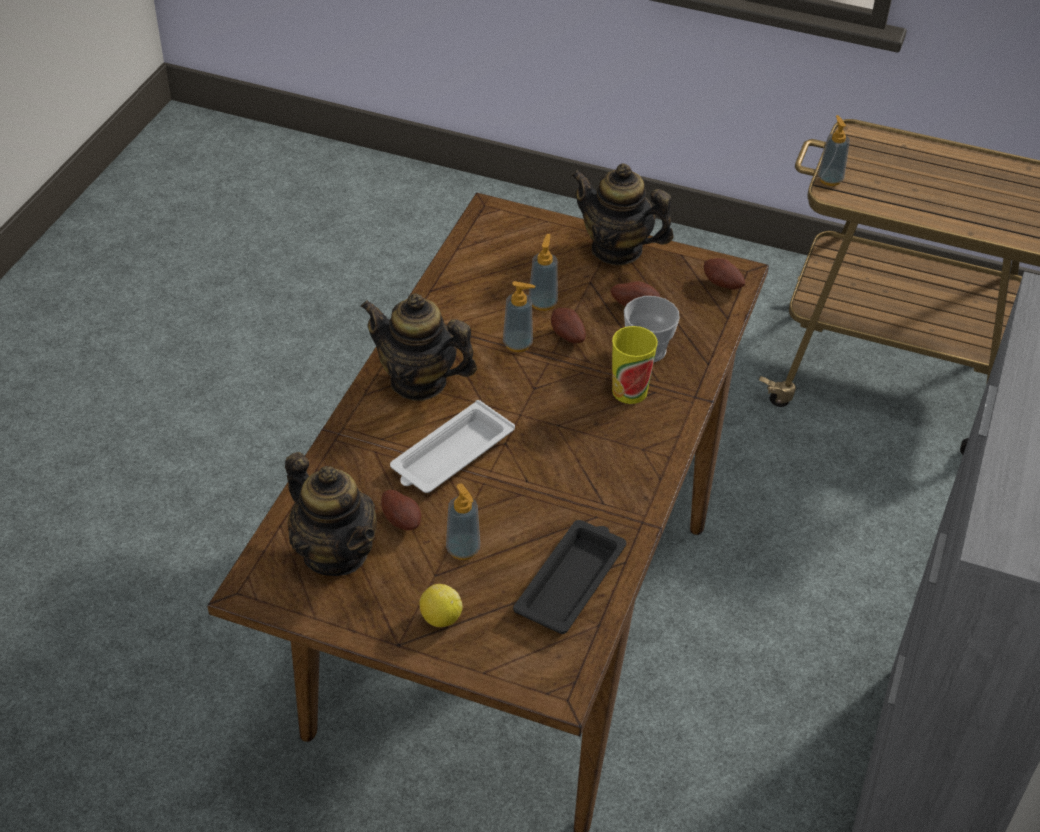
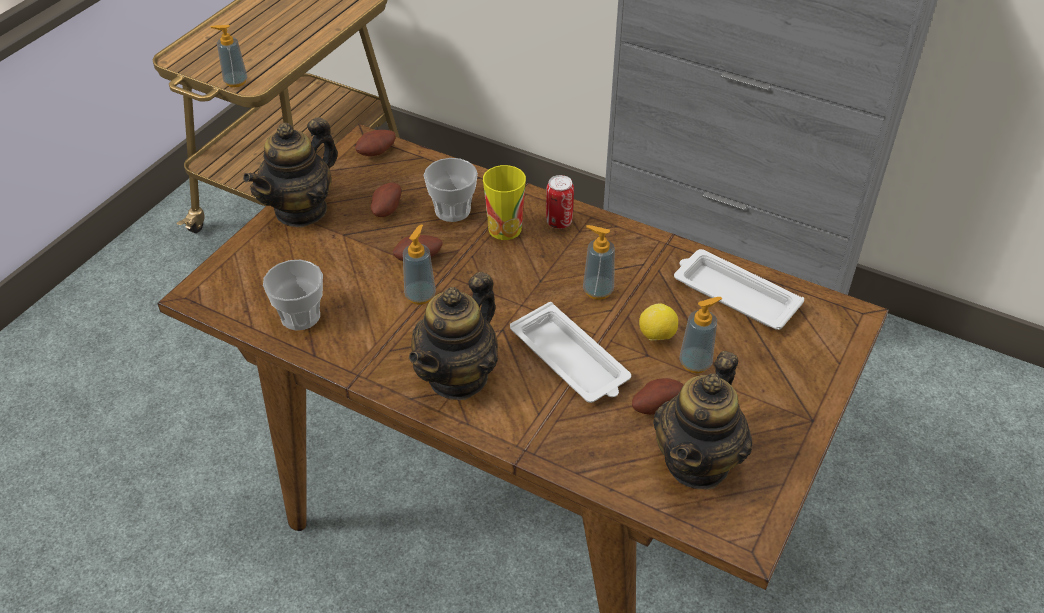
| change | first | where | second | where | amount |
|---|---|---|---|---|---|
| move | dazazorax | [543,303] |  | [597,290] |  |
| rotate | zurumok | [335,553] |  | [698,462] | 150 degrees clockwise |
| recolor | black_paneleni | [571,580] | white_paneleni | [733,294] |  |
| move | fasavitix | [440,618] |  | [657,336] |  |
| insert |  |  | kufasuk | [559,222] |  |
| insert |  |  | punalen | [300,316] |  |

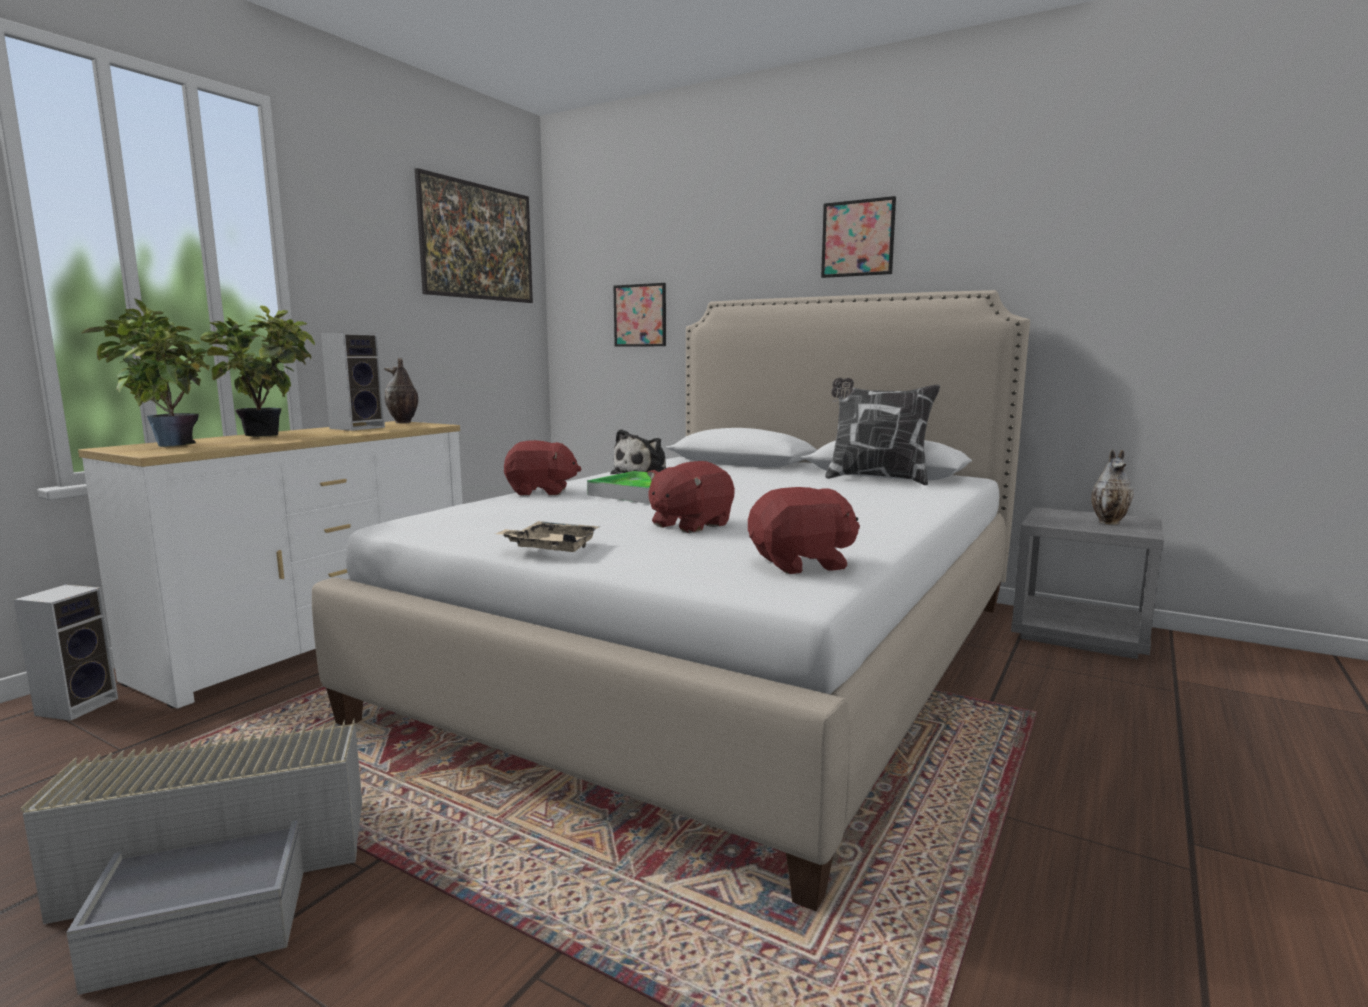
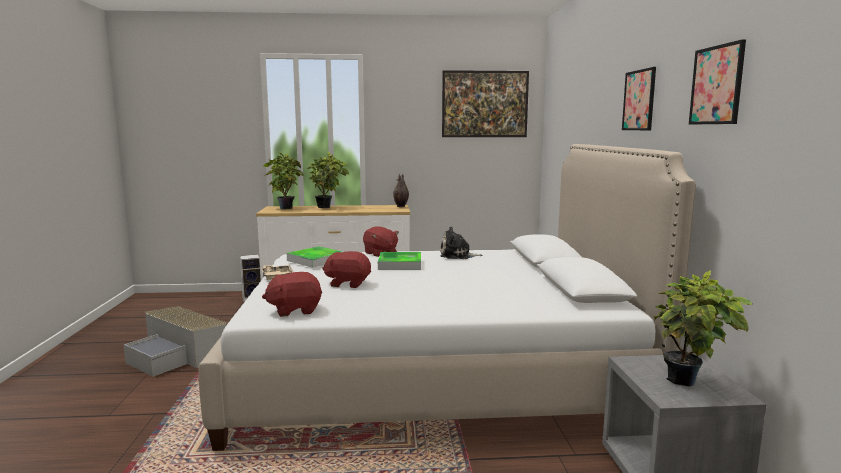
| change | first | where | second | where | amount |
|---|---|---|---|---|---|
| move | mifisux | [640,315] |  | [716,85] |  |
| delete | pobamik | [358,428] |  |  |  |
| delete | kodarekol | [876,479] |  |  |  |
| replace | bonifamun | [1109,522] | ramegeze | [689,384] |  |
| rotate | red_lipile | [802,564] |  | [295,310] | 120 degrees clockwise |
| insert |  |  | paneleni | [316,260] |  |

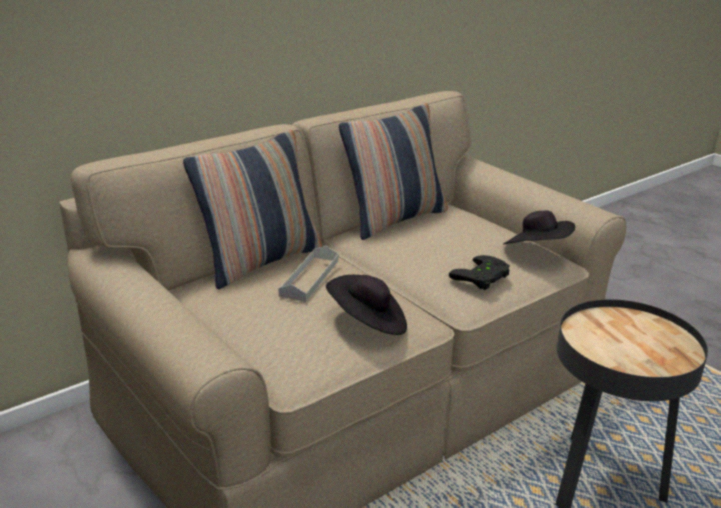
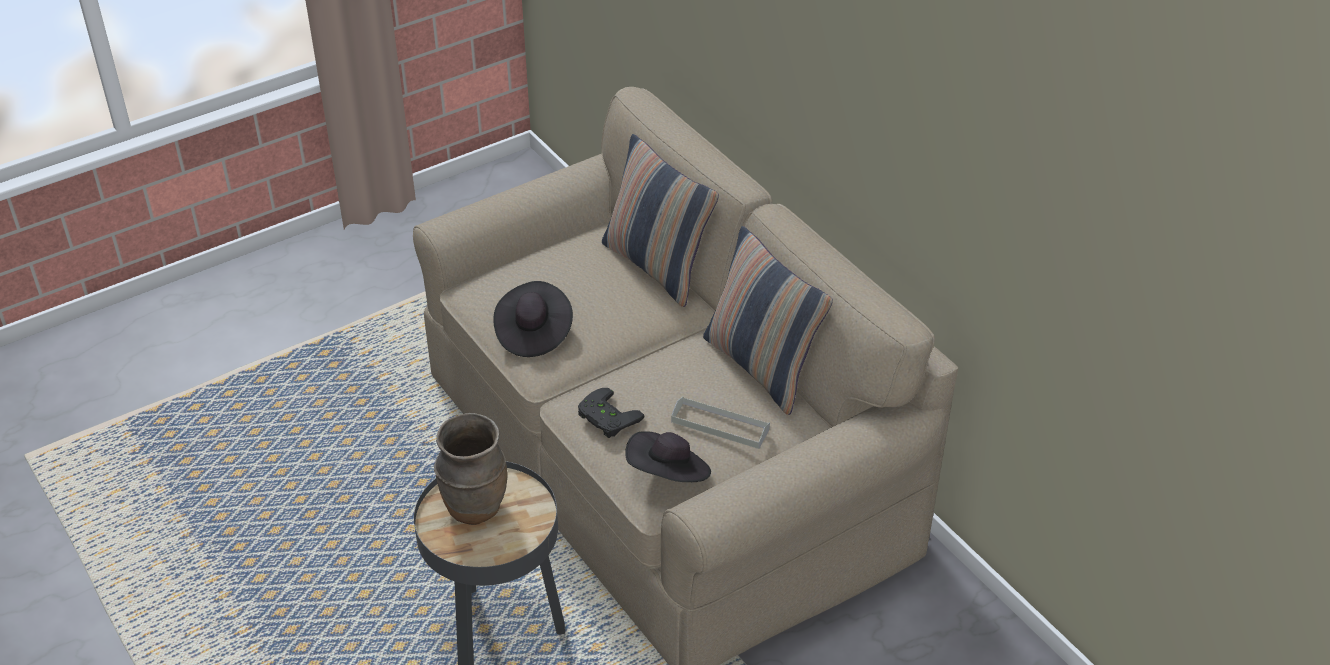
| change | first | where | second | where | amount |
|---|---|---|---|---|---|
| move | grey_paneleni | [309,278] |  | [720,425] |  |
| insert |  |  | brown_bonifamun | [475,507] |  |

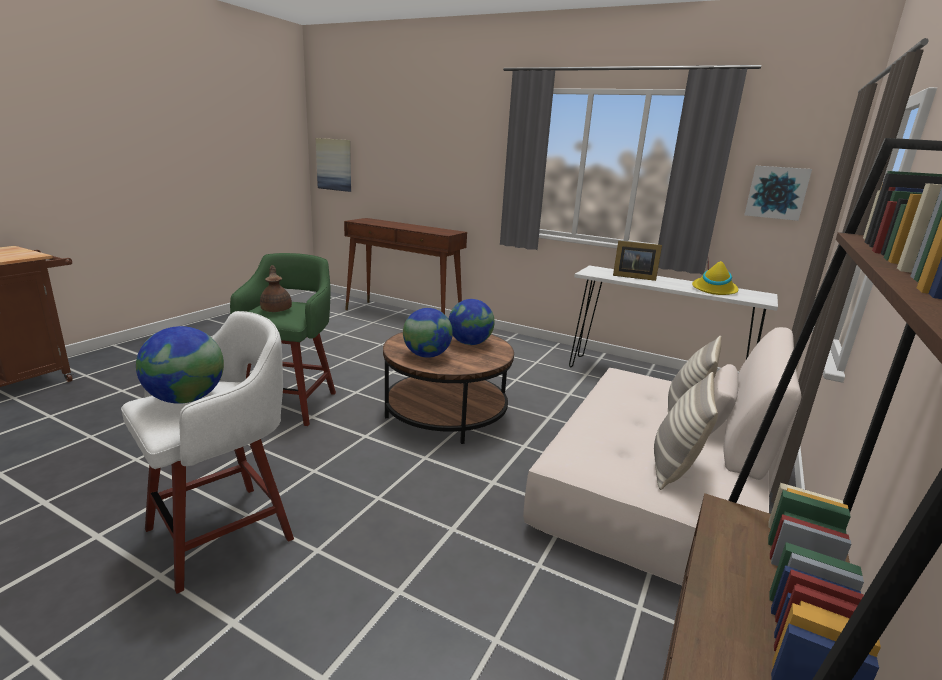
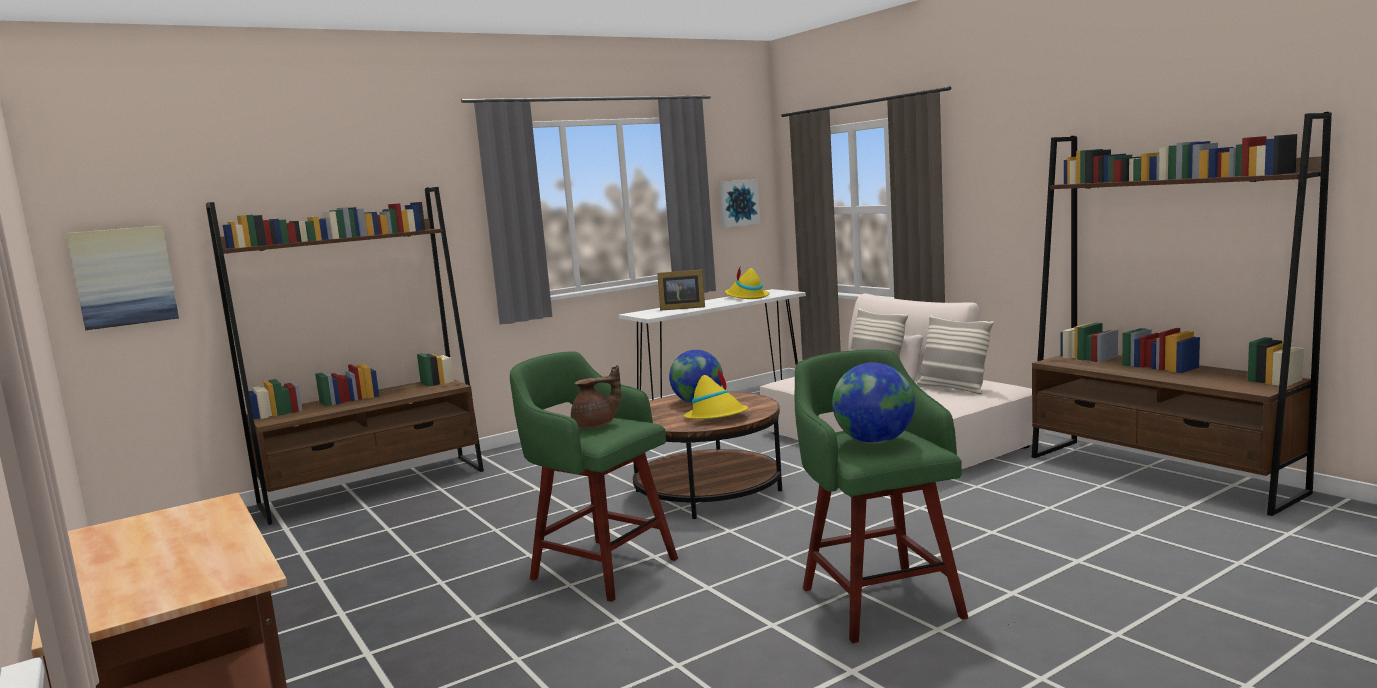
| change | first | where | second | where | amount |
|---|---|---|---|---|---|
| replace | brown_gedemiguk | [403,316] | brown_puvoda | [374,488] |  |
| rotate | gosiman | [632,277] |  | [681,308] | 45 degrees clockwise |
| rotate | brown_zurumok | [276,309] |  | [596,425] | 150 degrees clockwise |
| replace | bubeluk | [427,355] | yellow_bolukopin | [717,417] |  |
| recolor | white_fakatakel | [225,532] | green_fakatakel | [879,600] |  |

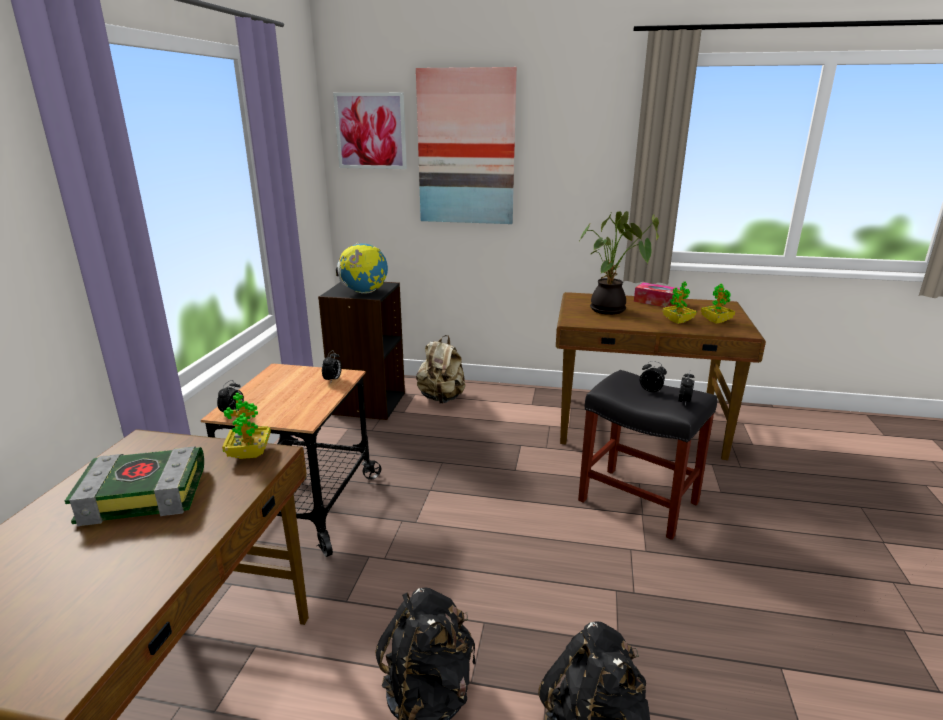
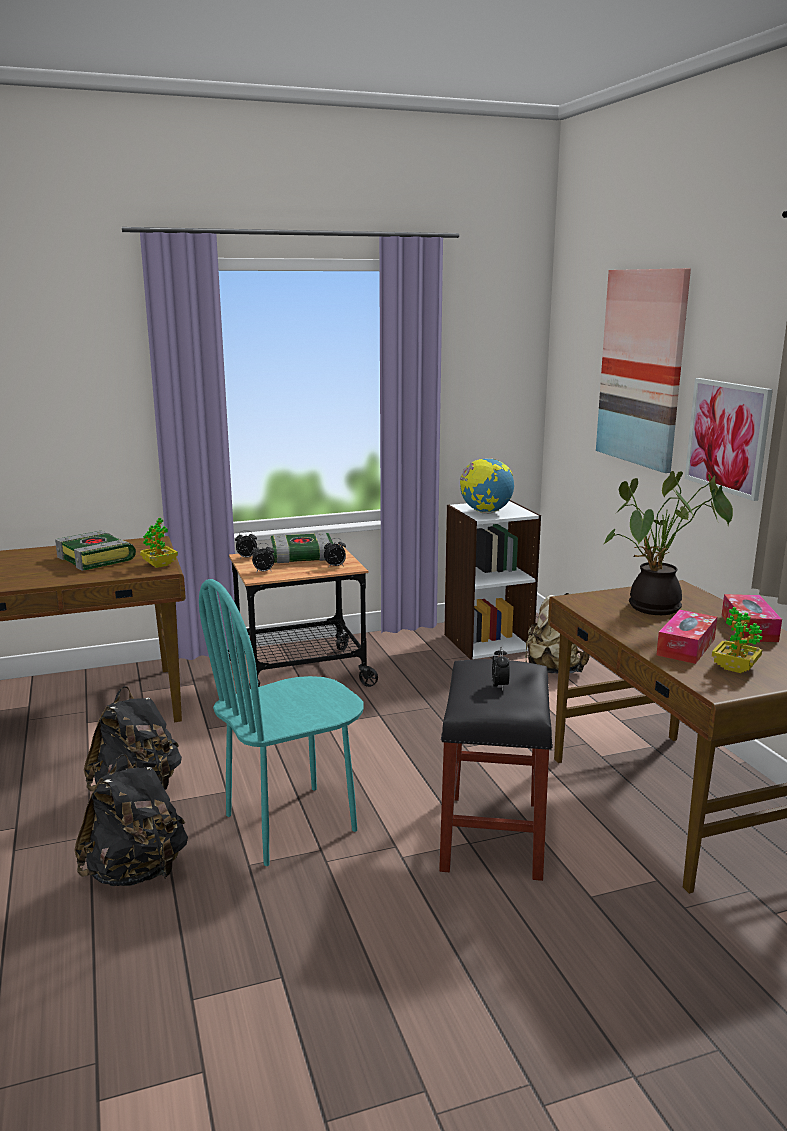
| change | first | where | second | where | amount |
|---|---|---|---|---|---|
| move | mifisux | [371,131] |  | [727,437] |  |
| replace | ramegeze | [677,321] | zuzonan | [686,647] |  |
| recolor | black_puvoda | [368,403] | white_puvoda | [487,642] |  |
| move | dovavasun | [684,402] |  | [263,572] |  |
| insert |  |  | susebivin | [301,557] |  |
| insert |  |  | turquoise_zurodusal | [291,823] |  |

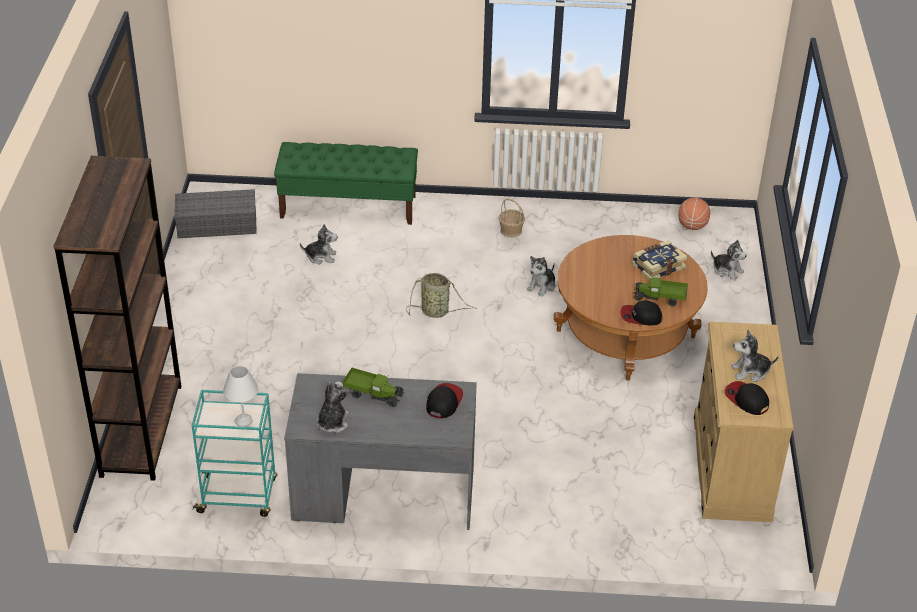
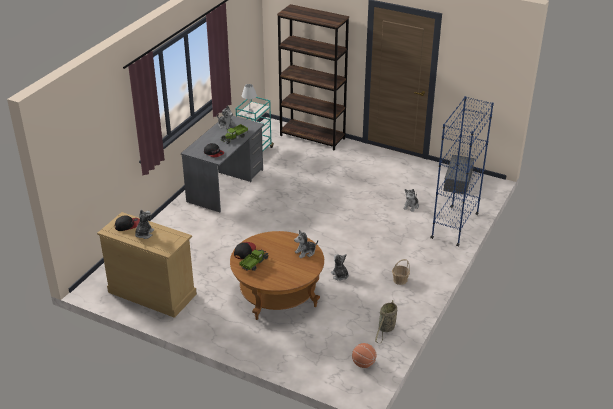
| change | first | where | second | where | amount |
|---|---|---|---|---|---|
| replace | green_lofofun | [349,206] | blue_puvoda | [455,226] |  |
| move | lipile | [727,270] |  | [305,252] |  |
| delete | susebivin | [657,266] |  |  |  |
| move | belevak | [437,312] |  | [386,329] |  |

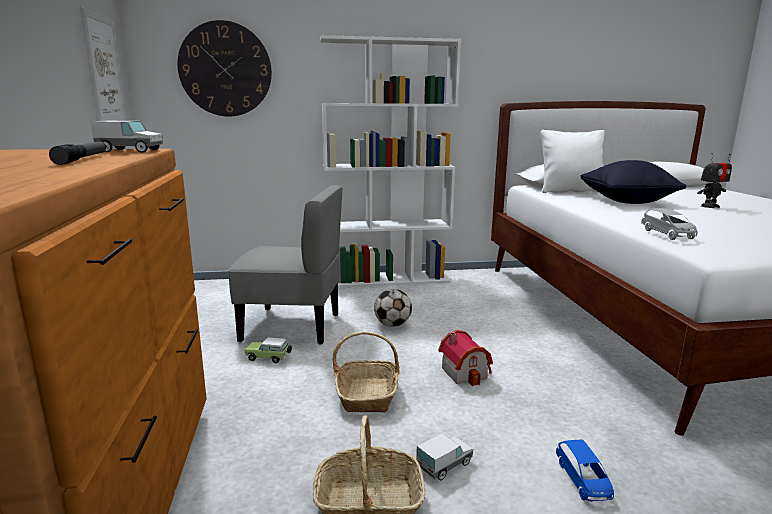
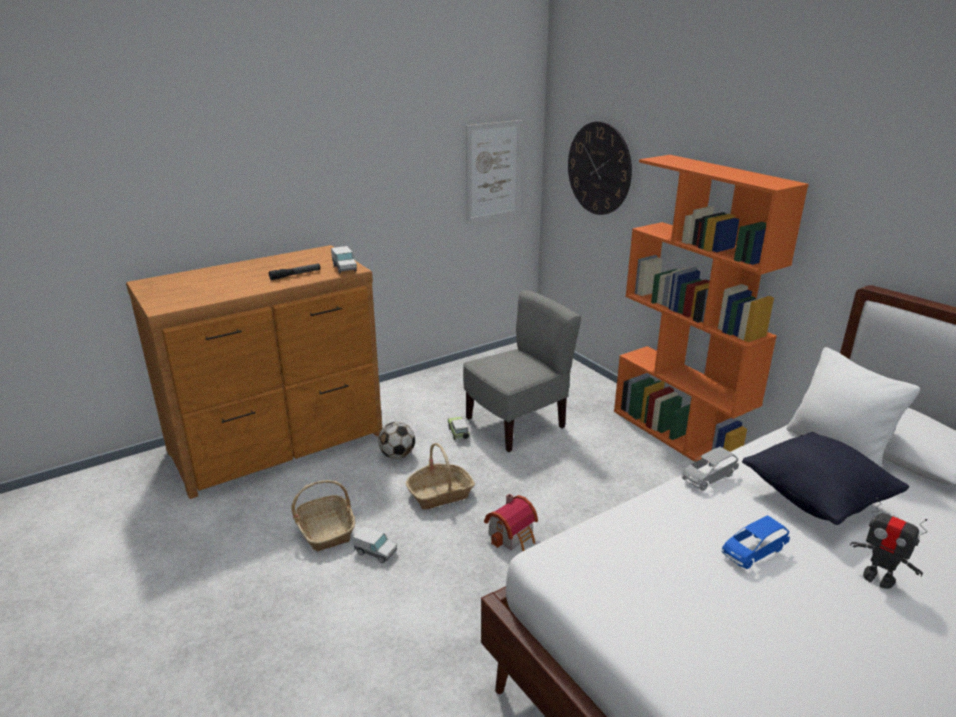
| change | first | where | second | where | amount |
|---|---|---|---|---|---|
| recolor | white_puvoda | [387,279] | orange_puvoda | [678,436] |  |
| rotate | grey_zurodusal | [292,326] |  | [516,424] | 105 degrees counterclockwise |
| move | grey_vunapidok | [667,234] |  | [708,477] |  |
| move | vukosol | [392,325] |  | [397,455] |  |
| move | blue_vunapidok | [583,480] |  | [753,551] |  |

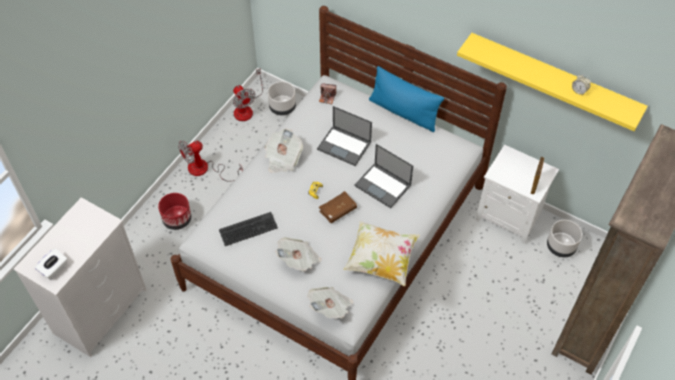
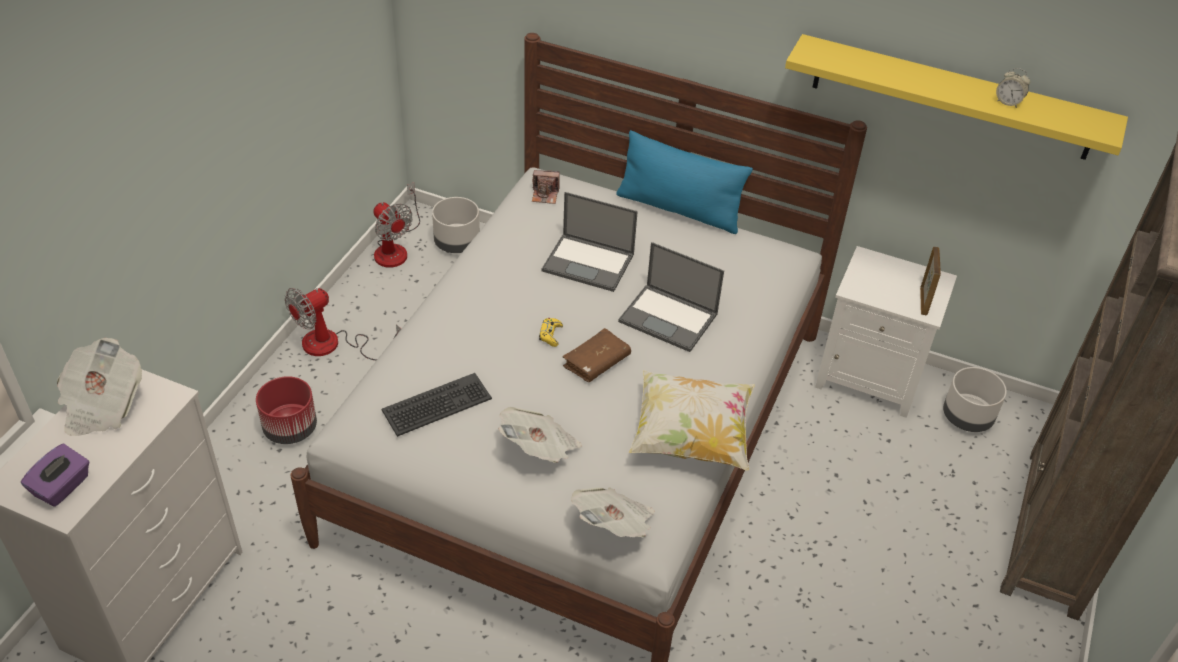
| change | first | where | second | where | amount |
|---|---|---|---|---|---|
| move | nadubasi | [282,158] |  | [102,405] |  |
| recolor | white_zuzonan | [54,269] | purple_zuzonan | [62,487] |  |

